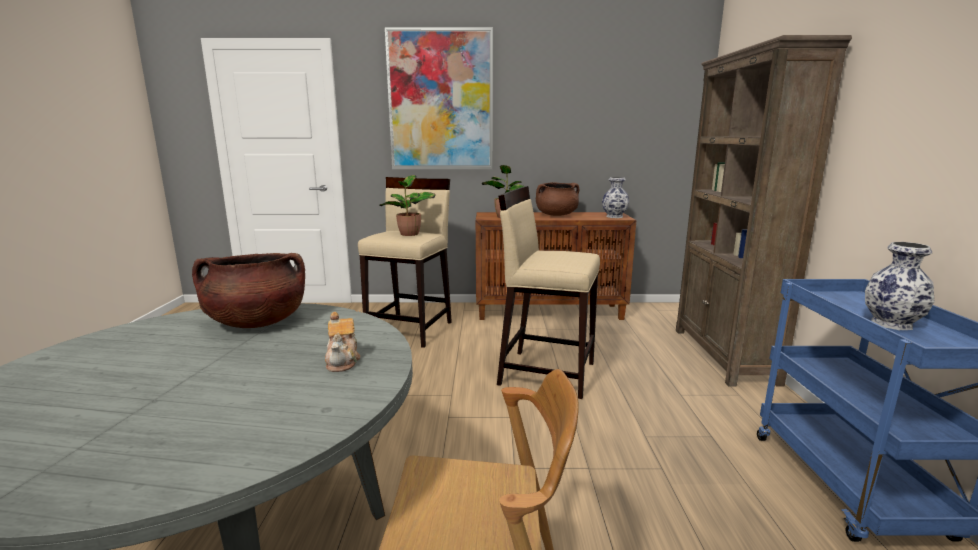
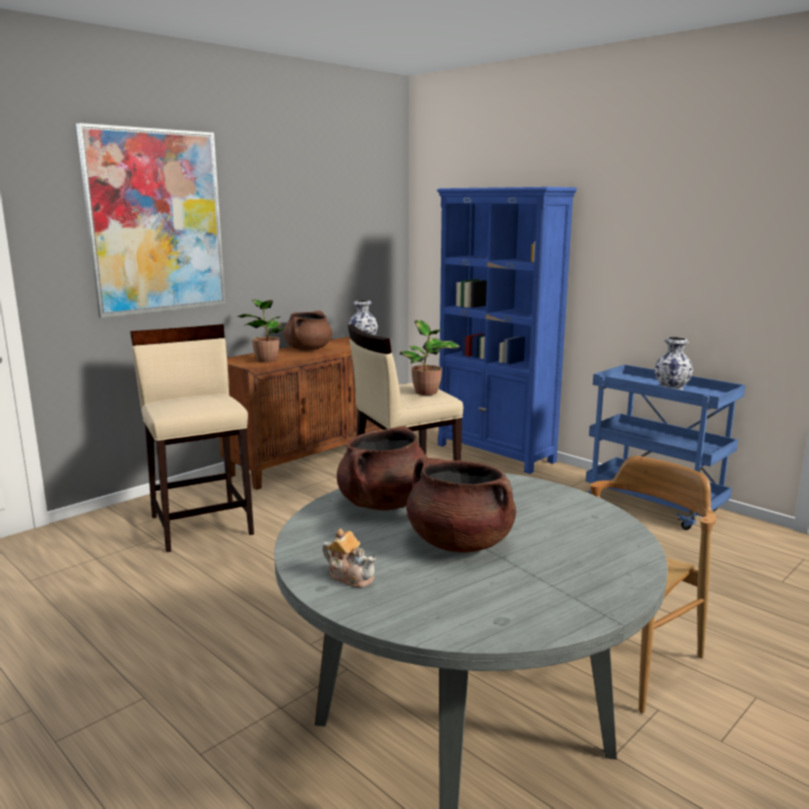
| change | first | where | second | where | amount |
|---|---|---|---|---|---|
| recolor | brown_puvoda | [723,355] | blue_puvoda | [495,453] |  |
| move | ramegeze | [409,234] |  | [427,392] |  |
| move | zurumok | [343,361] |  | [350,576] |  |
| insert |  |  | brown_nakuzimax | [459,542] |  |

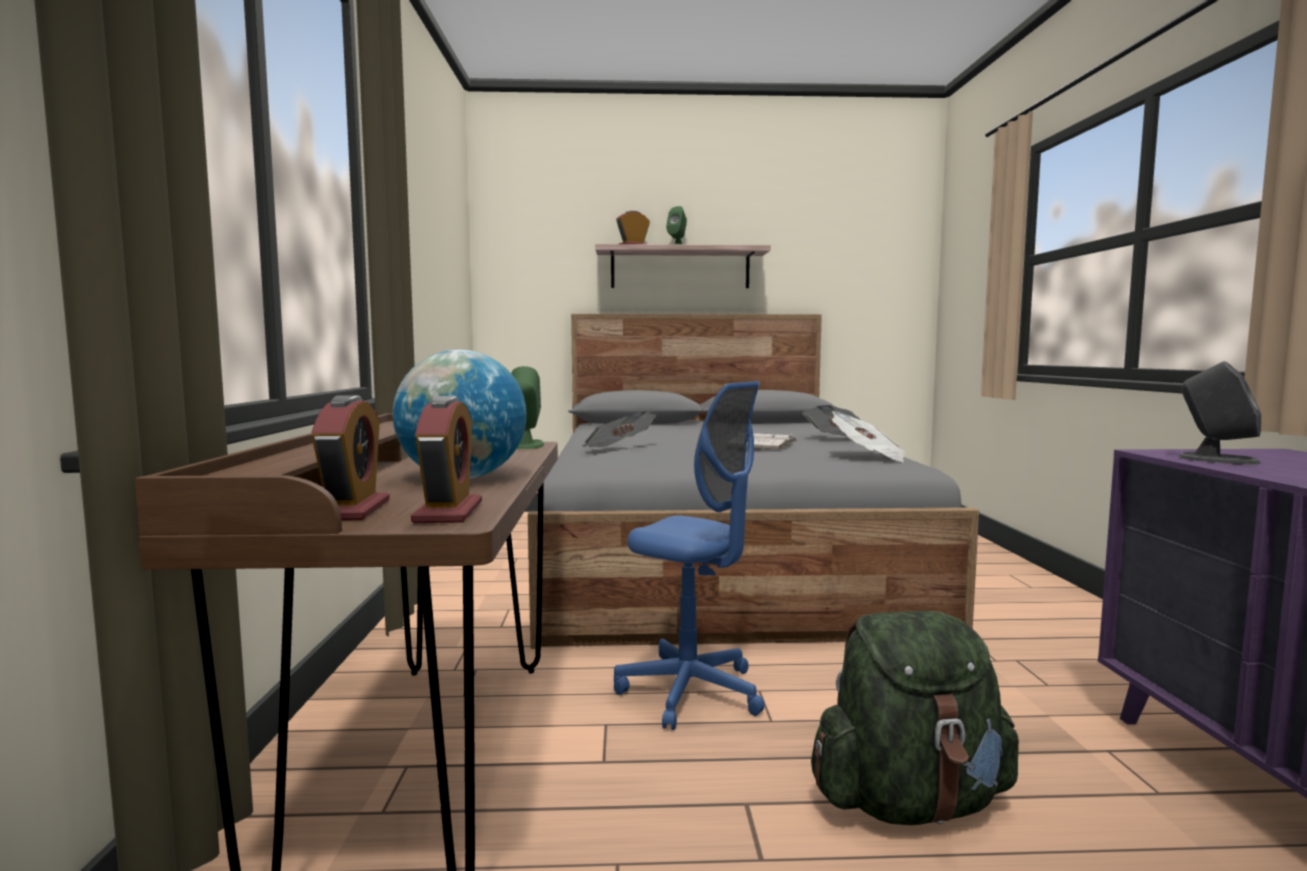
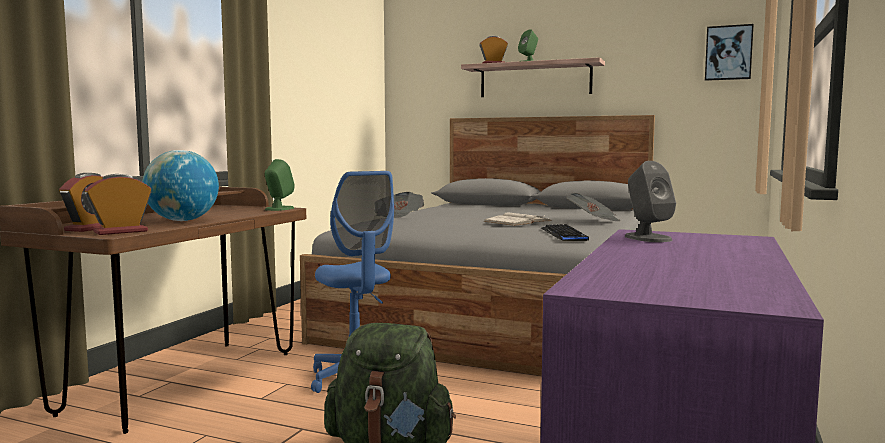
| change | first | where | second | where | amount |
|---|---|---|---|---|---|
| rotate | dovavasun | [448,512] |  | [121,232] | 150 degrees counterclockwise |
| replace | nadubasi | [869,457] | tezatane | [563,234] |  |
| insert |  |  | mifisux | [728,53] |  |

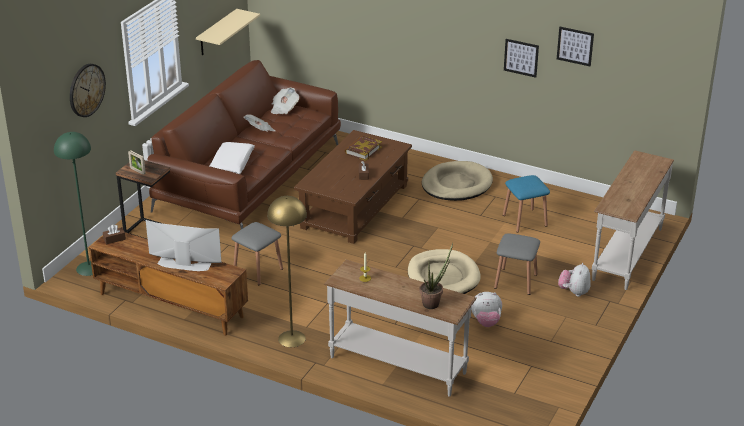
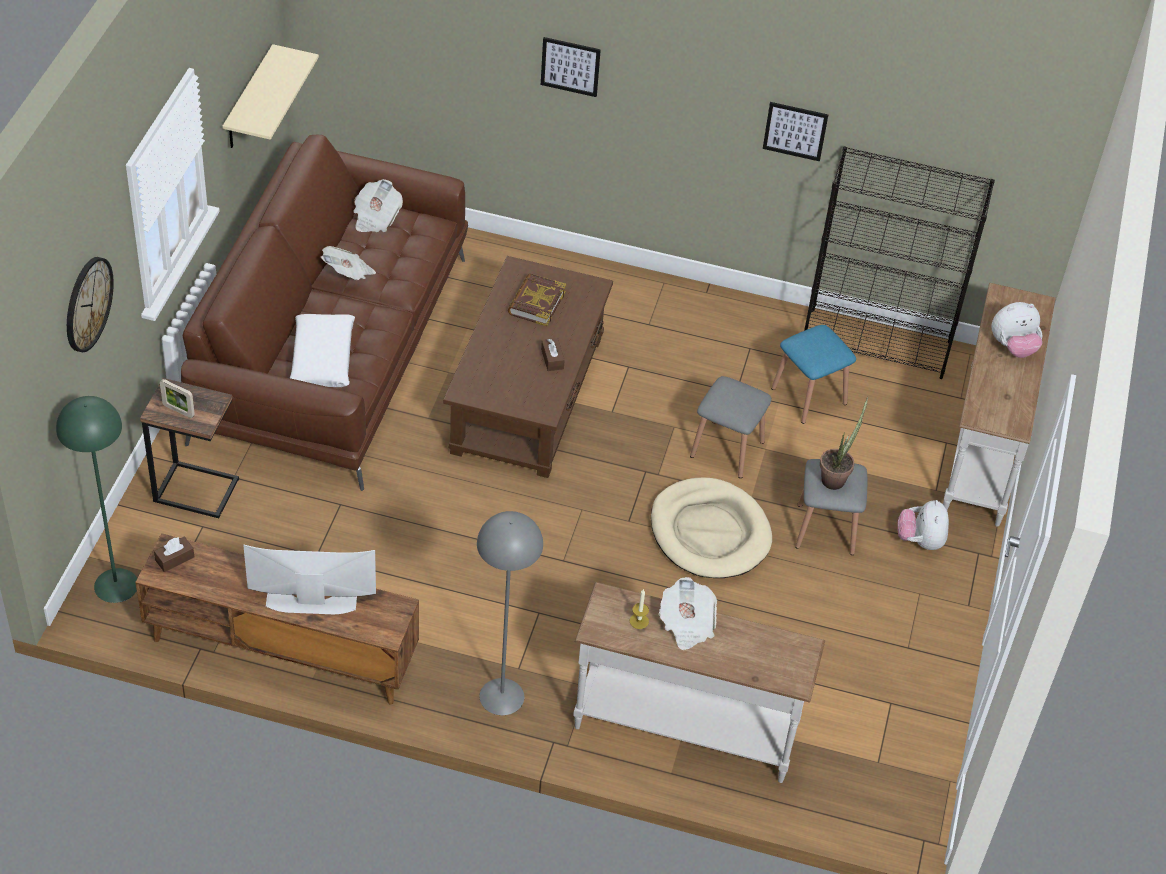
| change | first | where | second | where | amount |
|---|---|---|---|---|---|
| move | mifisux | [575,46] |  | [570,66] |  |
| delete | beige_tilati | [456,184] |  |  |  |
| recolor | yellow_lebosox | [291,338] | grey_lebosox | [501,696] |  |
| move | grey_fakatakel | [258,270] |  | [727,449] |  |
| move | ramegeze | [433,302] |  | [836,477] |  |
| move | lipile | [486,322] |  | [1012,347] |  |
| insert |  |  | black_puvoda | [877,343] |  |
| insert |  |  | nadubasi | [686,624] |  |

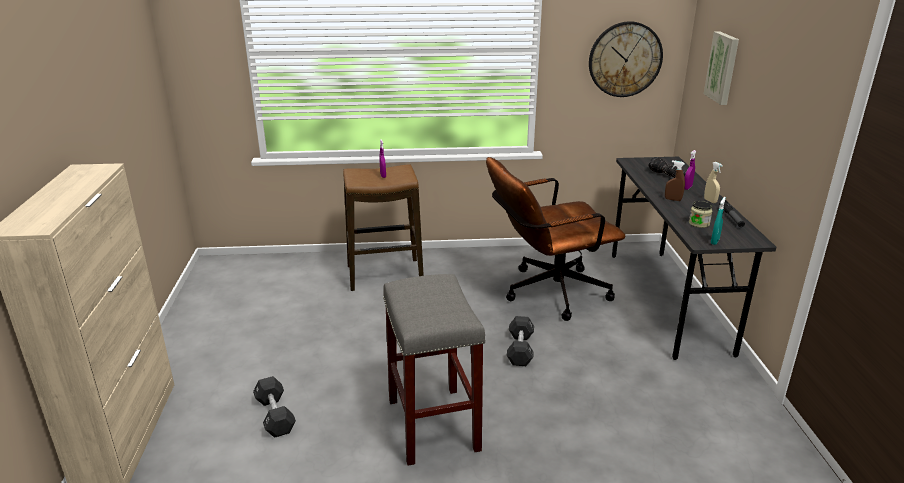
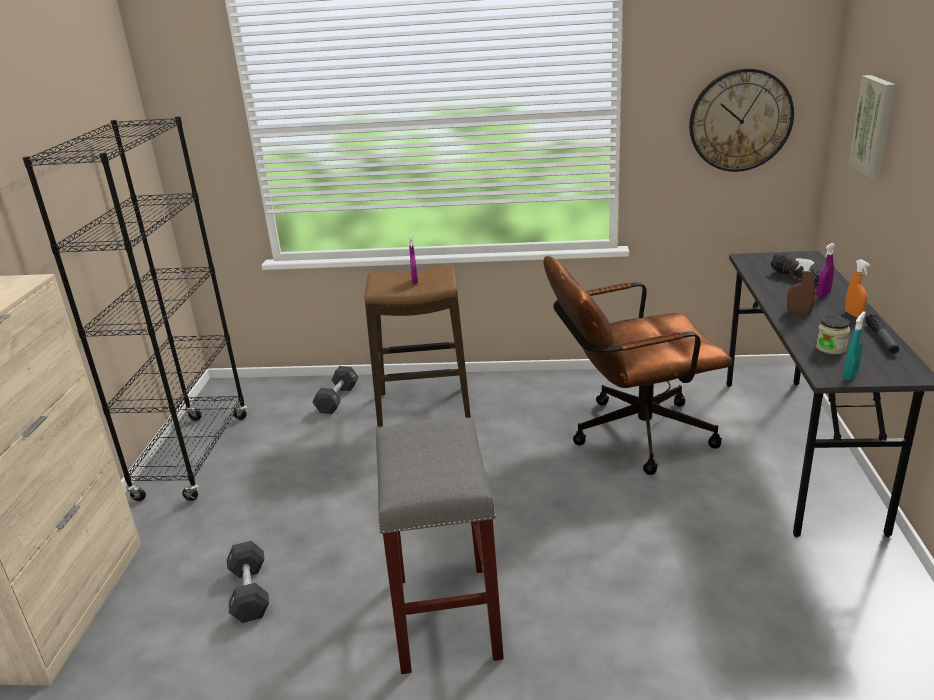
| change | first | where | second | where | amount |
|---|---|---|---|---|---|
| recolor | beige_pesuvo | [710,201] | orange_pesuvo | [853,314] |  |
| move | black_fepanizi | [520,349] |  | [337,399] |  |
| insert |  |  | black_puvoda | [194,456] |  |

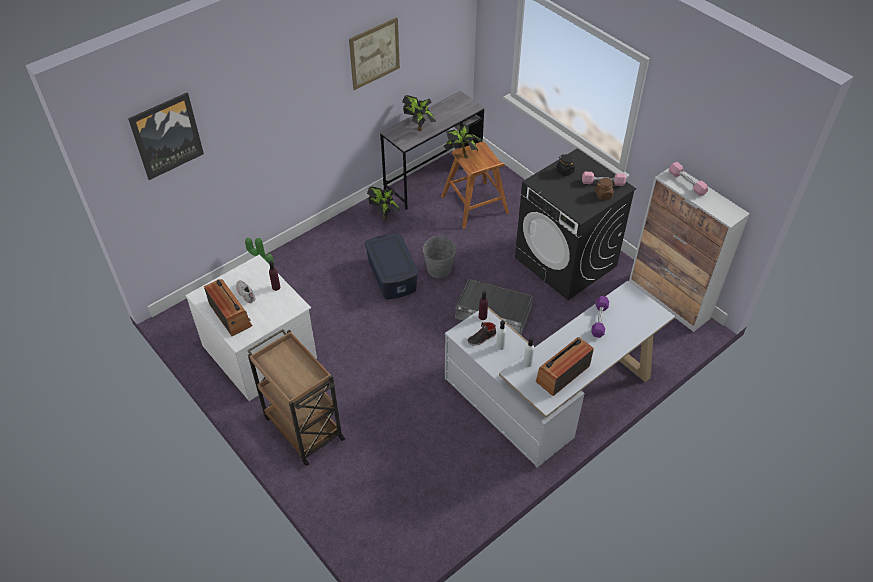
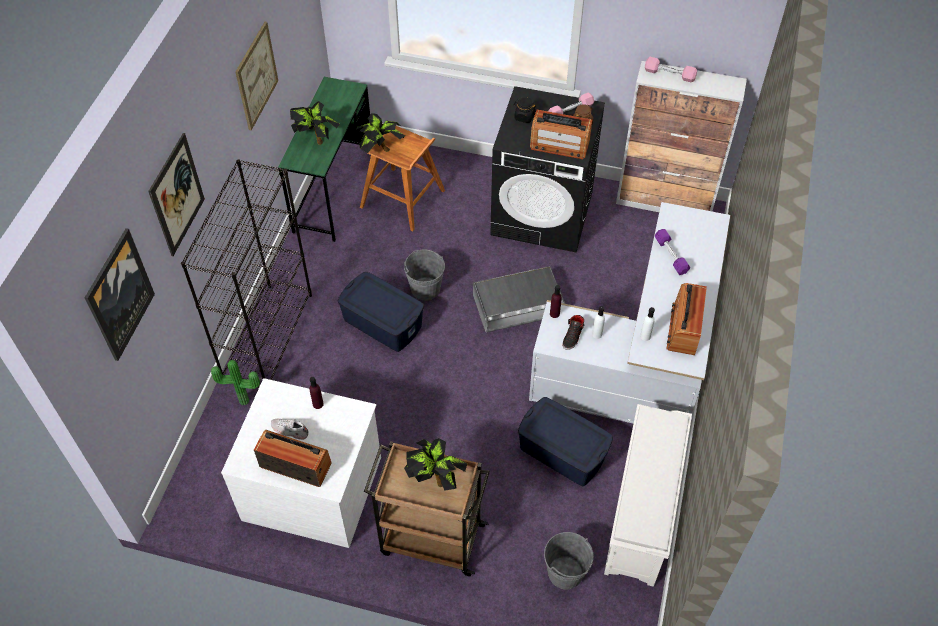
| change | first | where | second | where | amount |
|---|---|---|---|---|---|
| recolor | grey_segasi | [433,178] | green_segasi | [334,191] |  |
| move | ramegeze | [384,214] |  | [435,478] |  |
| insert |  |  | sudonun | [559,145] |  |
| insert |  |  | mifisux | [177,195] |  |
| insert |  |  | black_puvoda | [268,337] |  |
| insert |  |  | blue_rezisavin | [562,452] |  |
| insert |  |  | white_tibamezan | [641,516] |  |
| insert |  |  | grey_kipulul | [565,572] |  |

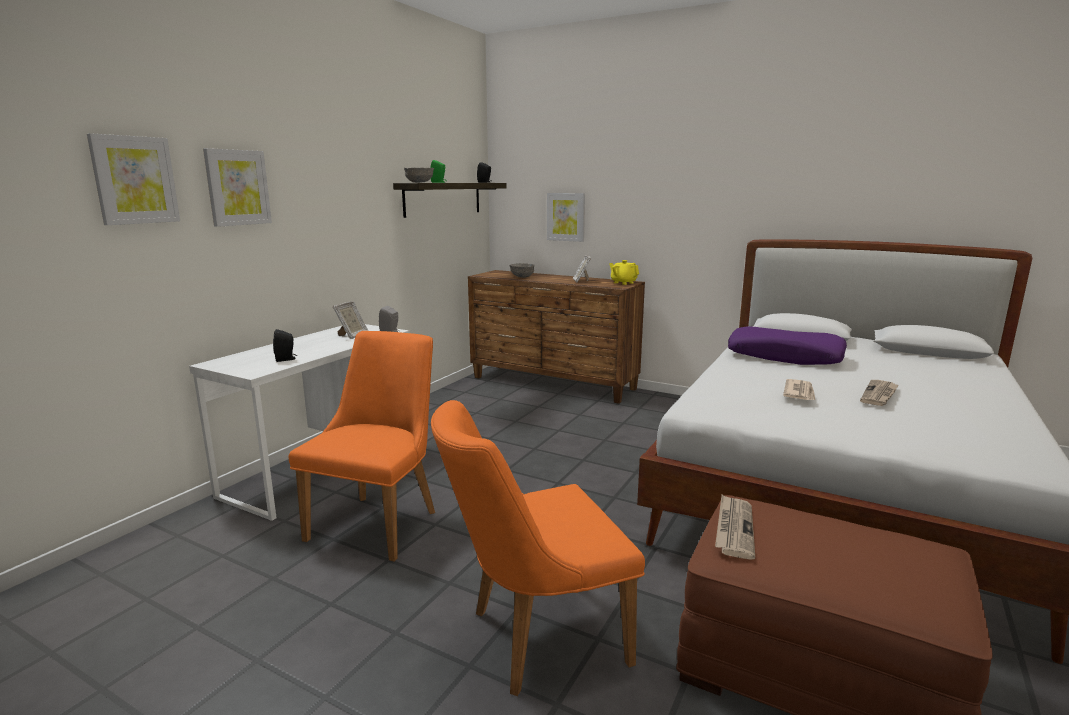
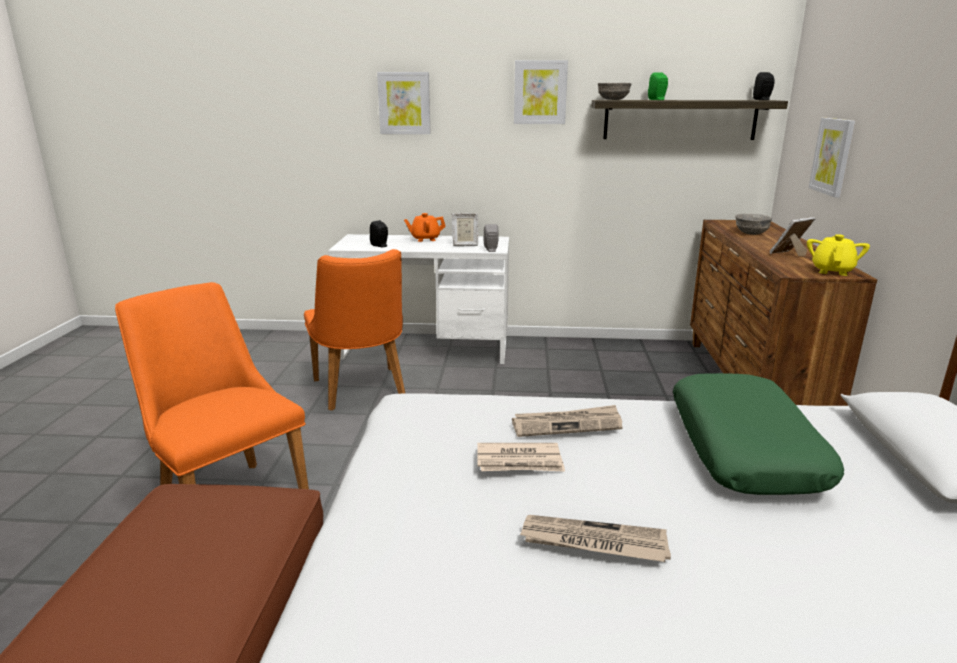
| change | first | where | second | where | amount |
|---|---|---|---|---|---|
| move | mifisux | [134,180] |  | [540,92] |  |
| recolor | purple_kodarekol | [784,356] | green_kodarekol | [745,448] |  |
| rotate | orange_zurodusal | [381,520] |  | [362,392] | 75 degrees clockwise |
| move | nadubasi | [734,528] |  | [567,424] |  |
| insert |  |  | orange_zurumok | [425,239] |  |

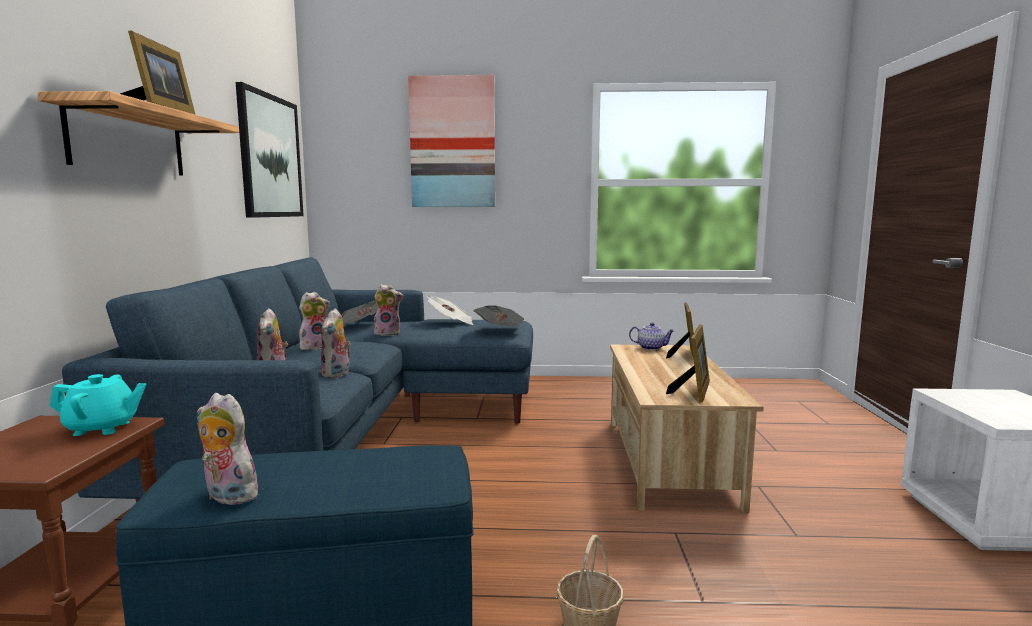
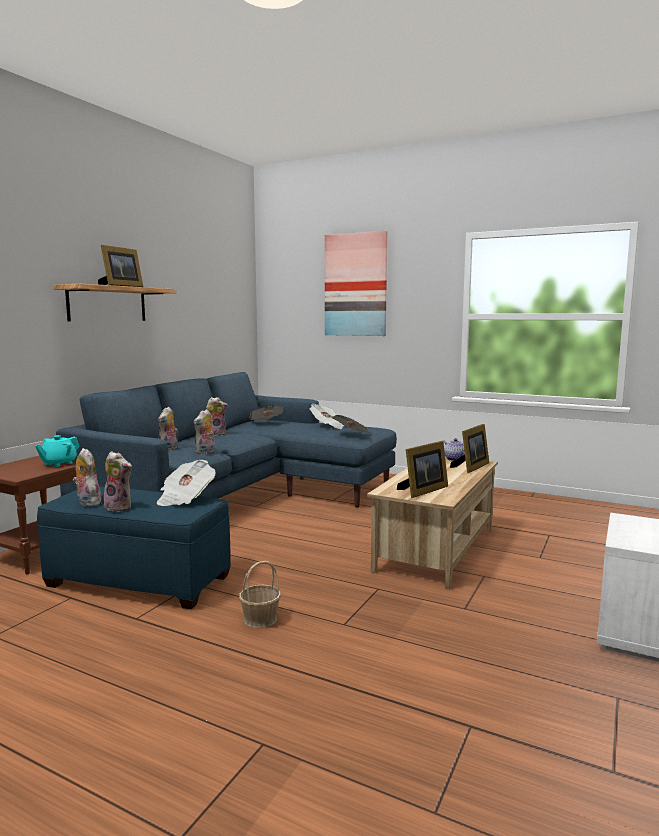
| change | first | where | second | where | amount |
|---|---|---|---|---|---|
| delete | mifisux | [270,156] |  |  |  |
| move | lipile | [388,333] |  | [120,507] |  |
| rotate | turquoise_zurumok | [102,428] |  | [58,463] | 105 degrees clockwise |
| insert |  |  | nadubasi | [185,498] |  |

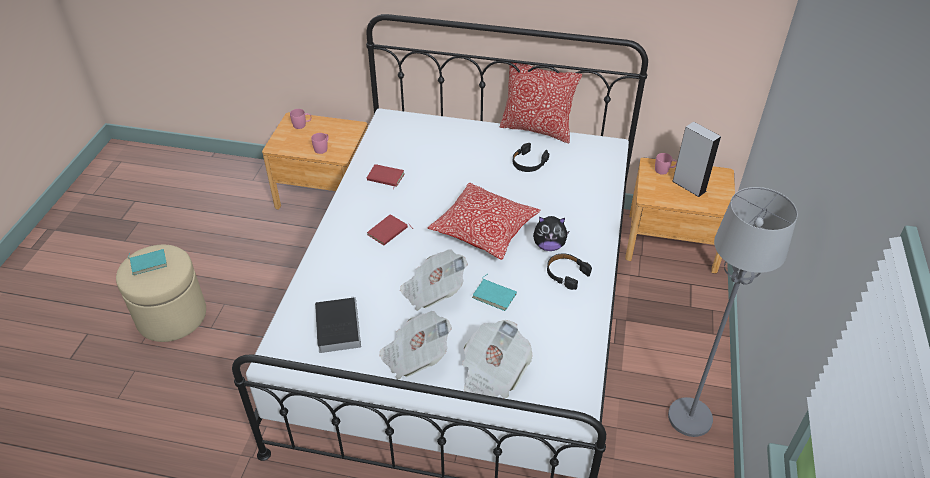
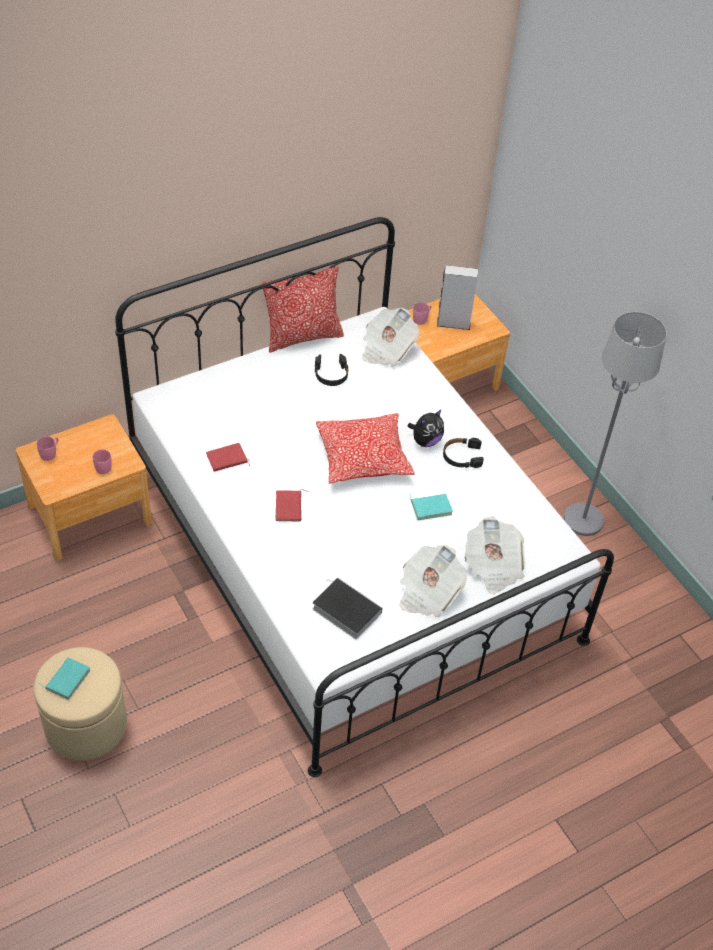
| change | first | where | second | where | amount |
|---|---|---|---|---|---|
| move | nadubasi | [433,291] |  | [387,349] |  |

